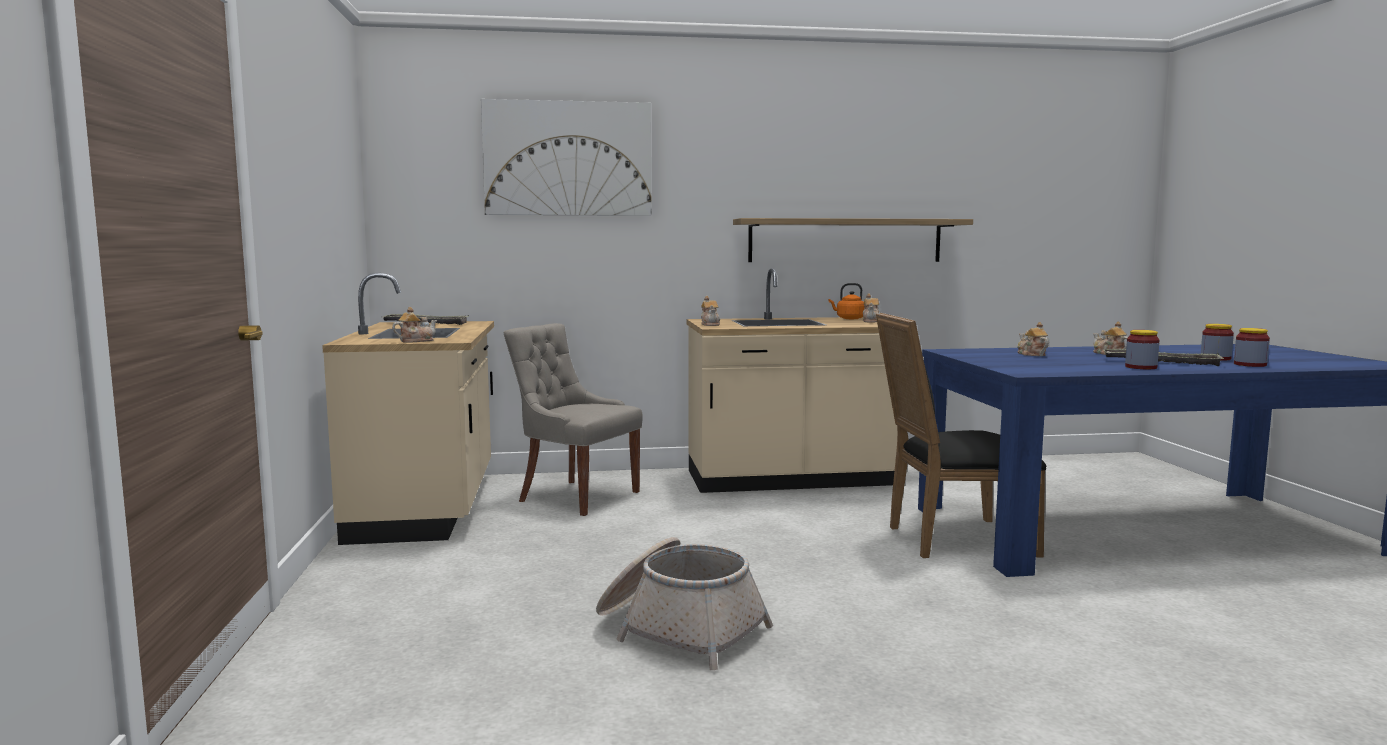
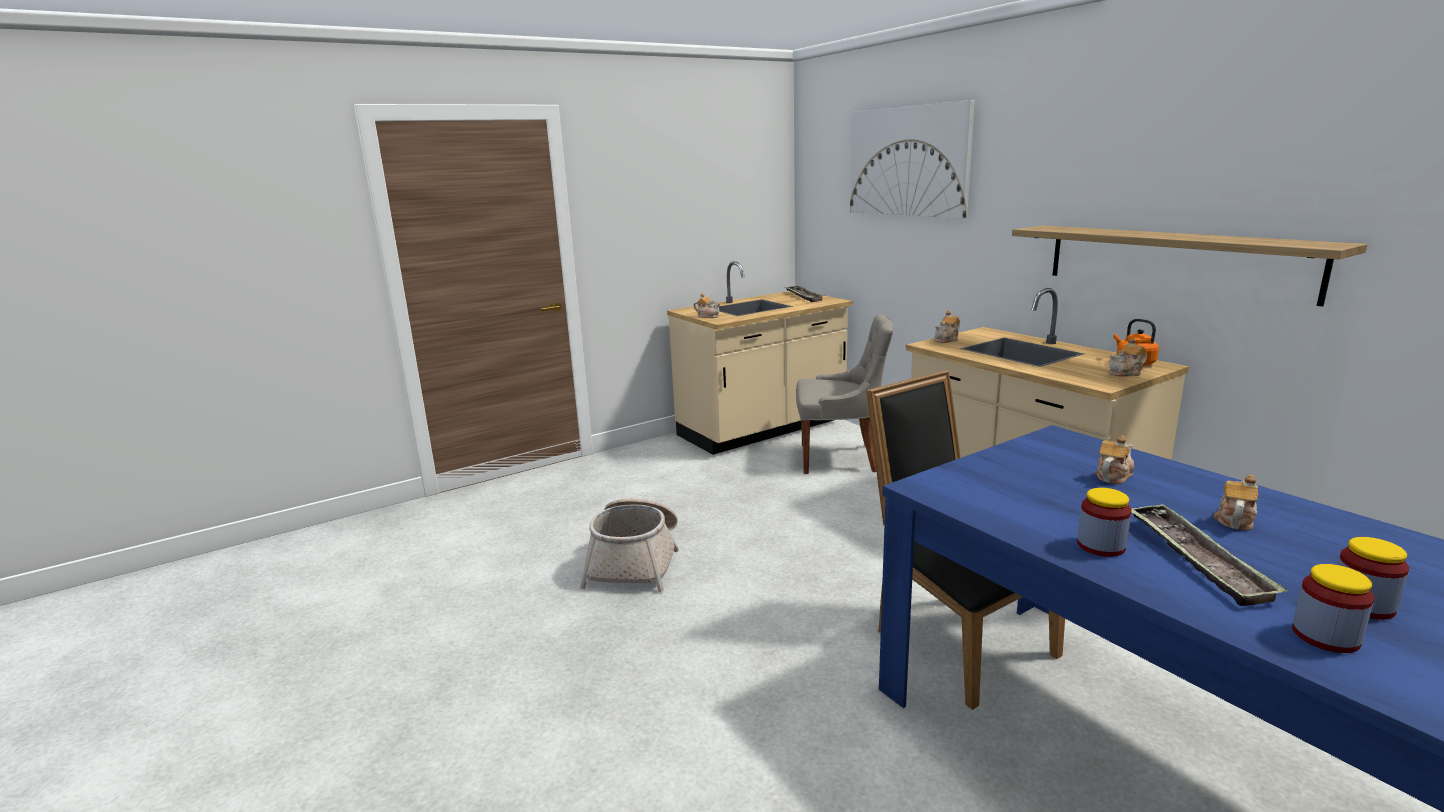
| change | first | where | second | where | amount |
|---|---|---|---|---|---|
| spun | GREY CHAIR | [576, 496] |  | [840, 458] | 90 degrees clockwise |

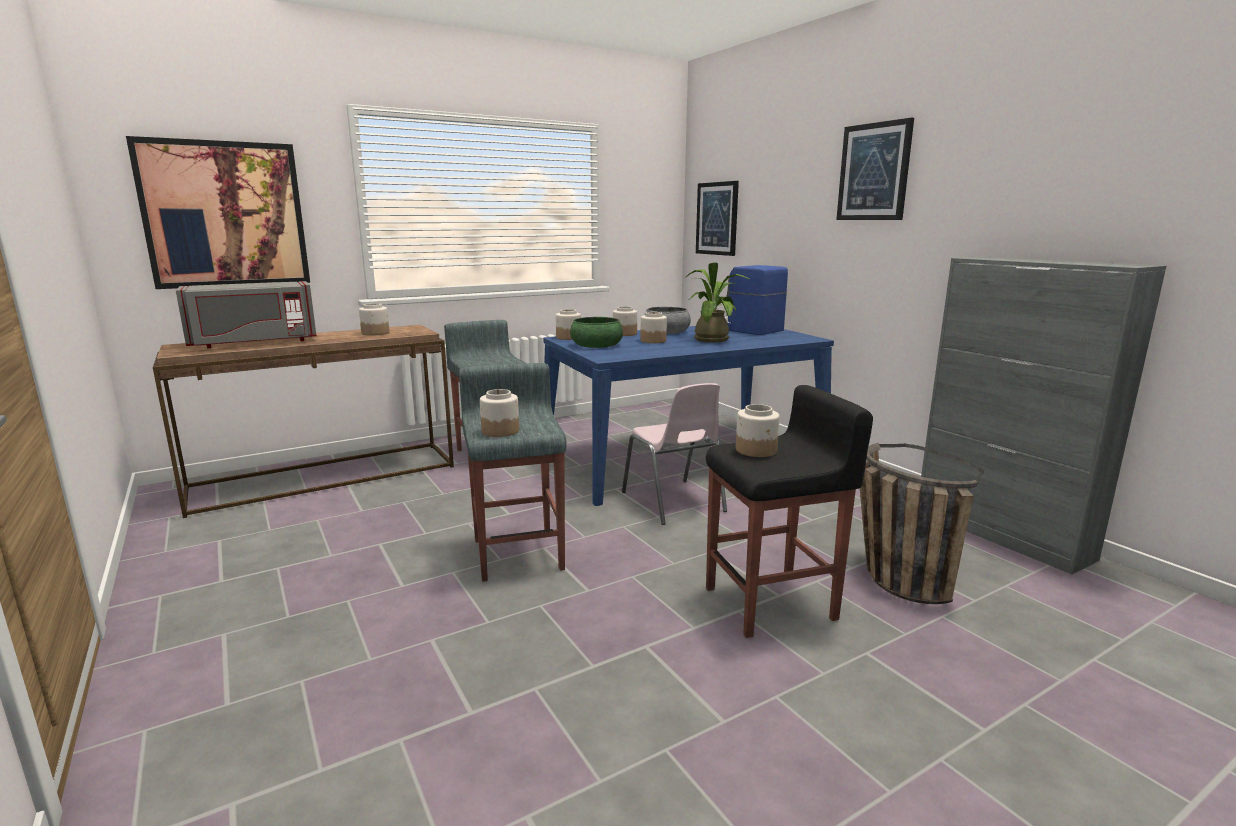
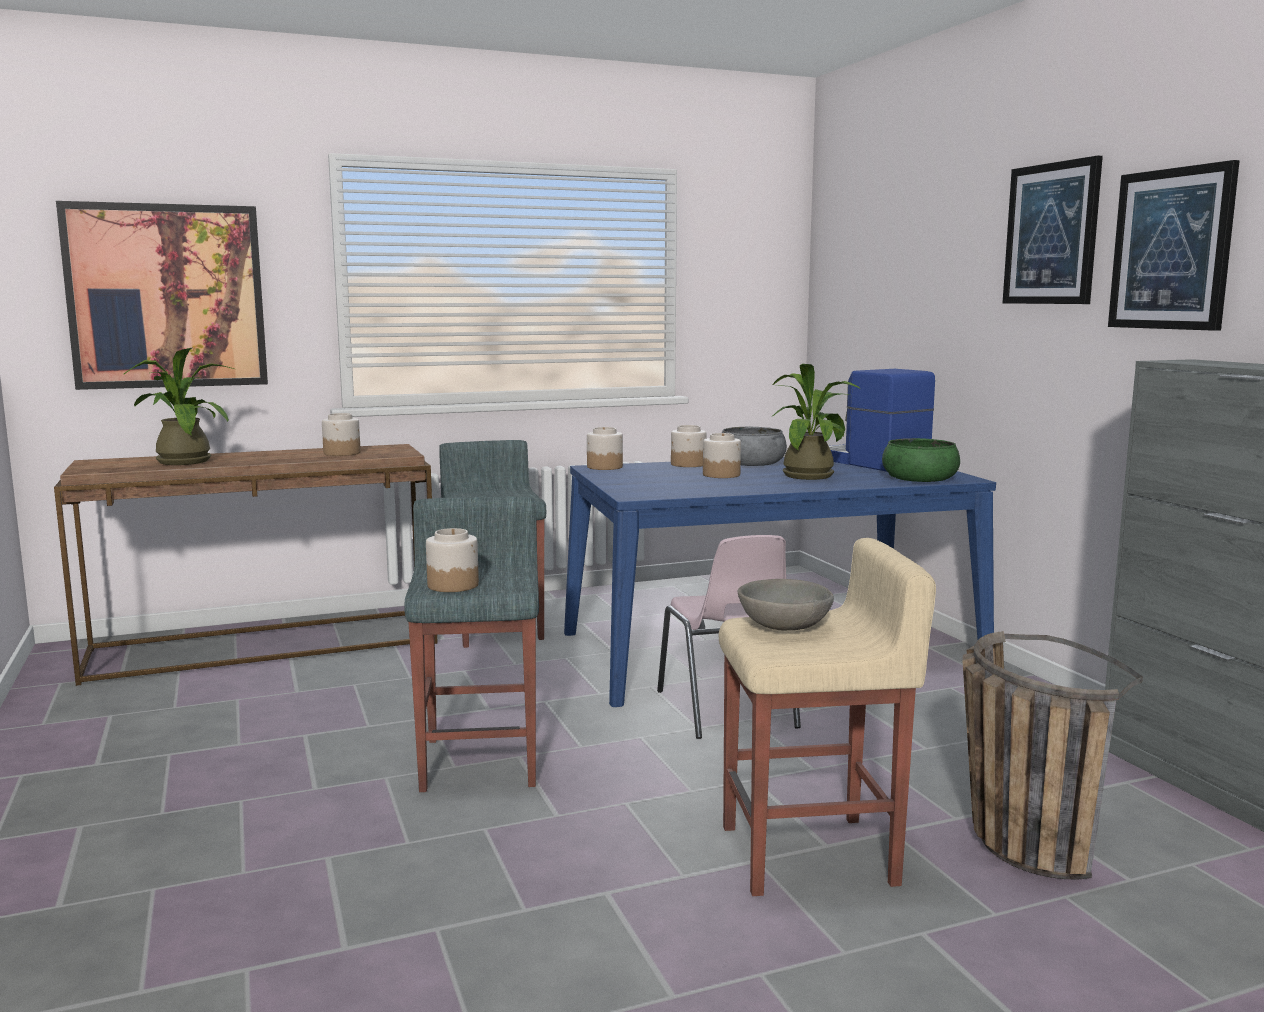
| change | first | where | second | where | amount |
|---|---|---|---|---|---|
| exchanged | GREY MICROWAVE | [254, 342] | POTTED PLANT | [184, 461] |  |
| colour | BLACK STOOL | [772, 603] | BEIGE STOOL | [811, 855] |  |
| exchanged | JAR | [756, 450] | GREY BOWL | [785, 627] |  |
| relocated | GREEN BOWL | [596, 345] |  | [919, 479] |  |
| relocated | PICTURE | [717, 218] |  | [1171, 249] |  |

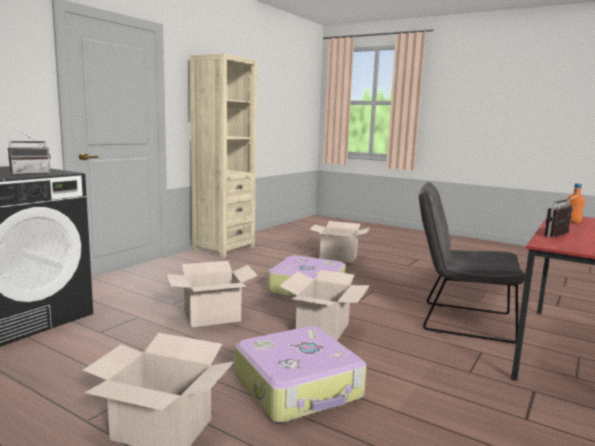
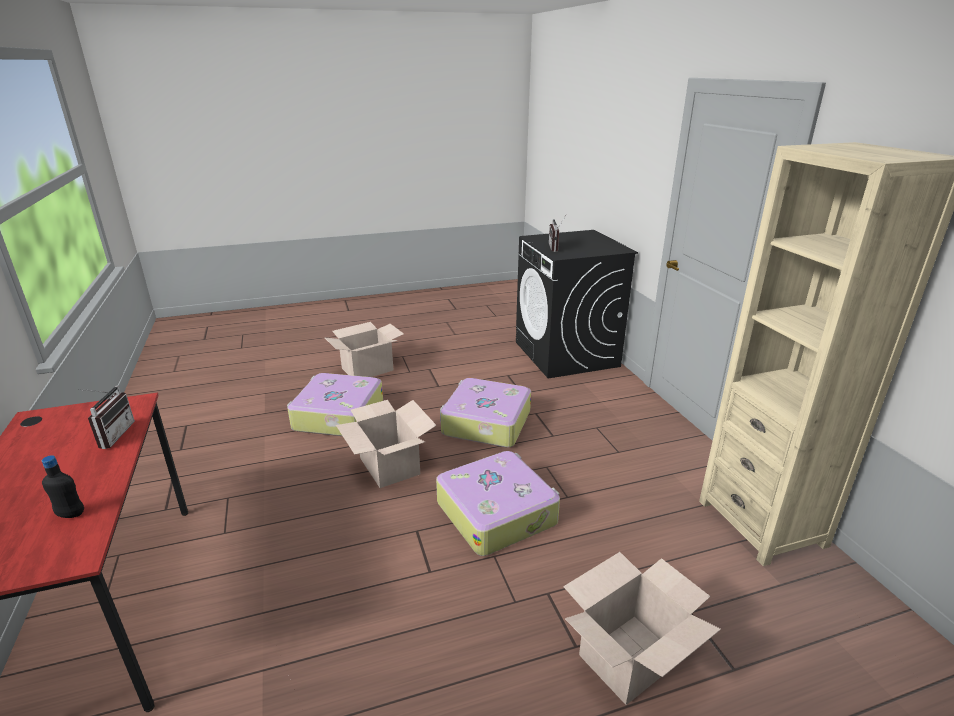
| change | first | where | second | where | amount |
|---|---|---|---|---|---|
| colour | ORANGE BOTTLE | [572, 222] | BLACK BOTTLE | [71, 514] |  |
| exchanged | CARDBOARD BOX | [212, 316] | SUITCASE | [485, 423] |  |
| missing | GREY CHAIR | [459, 320] |  |  |  |

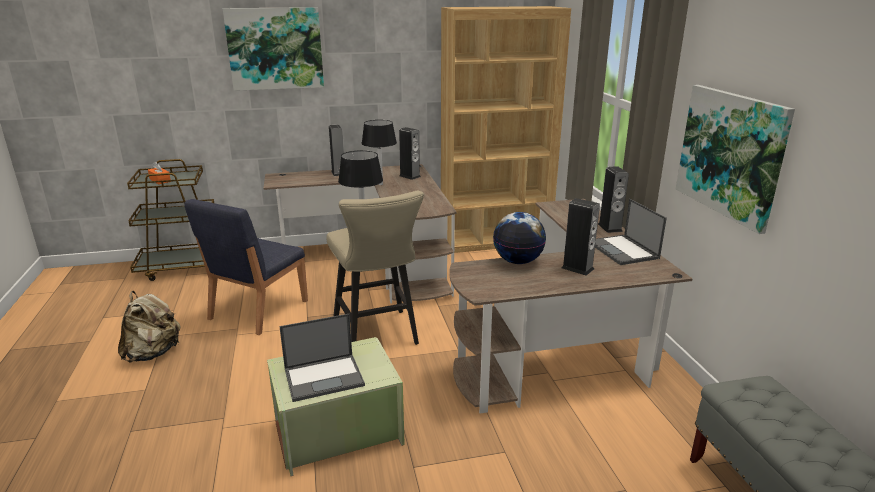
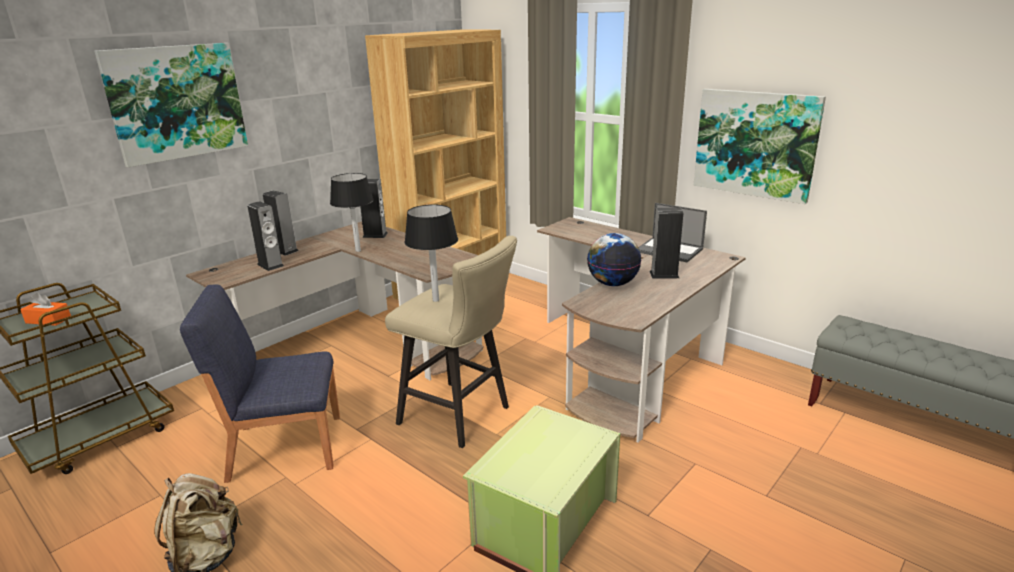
| change | first | where | second | where | amount |
|---|---|---|---|---|---|
| spun | BLUE CHAIR | [257, 310] |  | [284, 447] | 90 degrees clockwise |
| relocated | SPEAKER | [610, 227] |  | [270, 265] |  |
| missing | LAPTOP | [325, 377] |  |  |  |

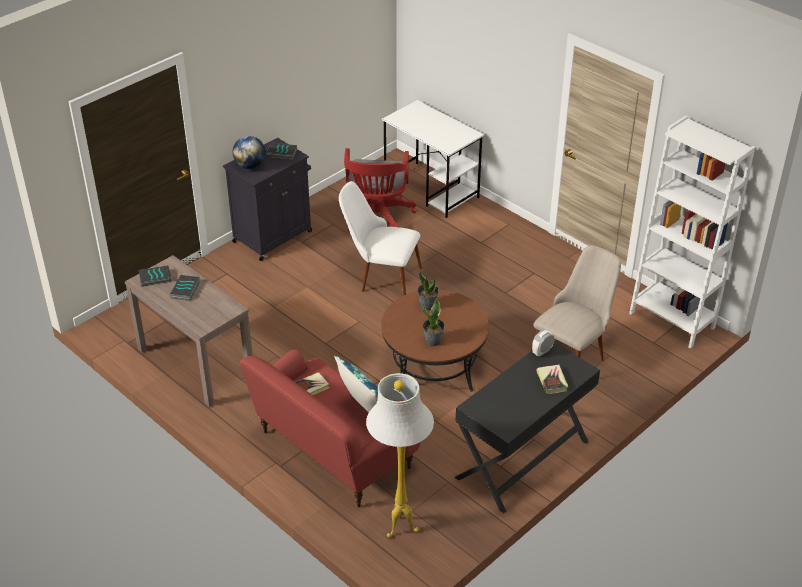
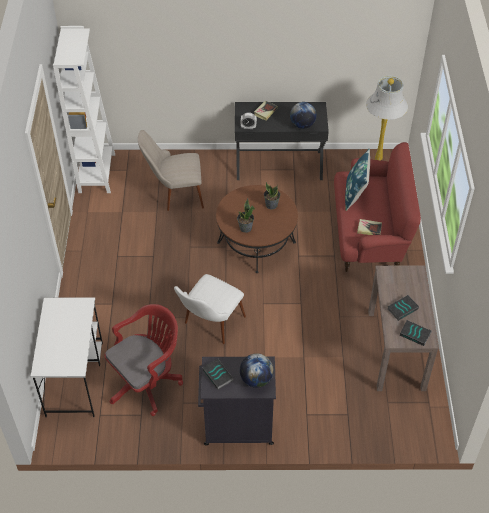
| change | first | where | second | where | amount |
|---|---|---|---|---|---|
| spun | WHITE CHAIR | [380, 277] |  | [209, 327] | 60 degrees clockwise |
| appeared |  |  | GLOBE | [302, 125] |  |

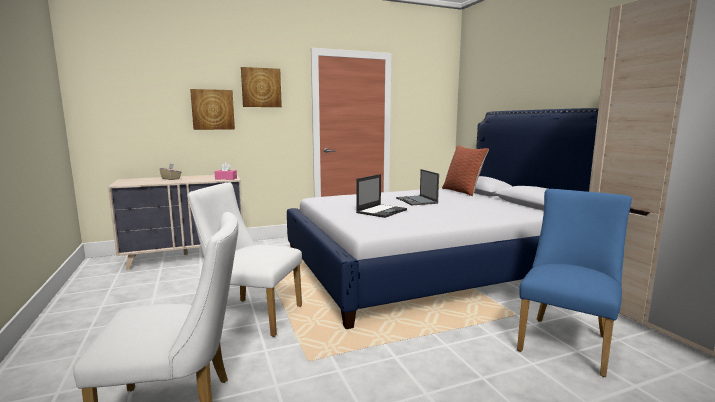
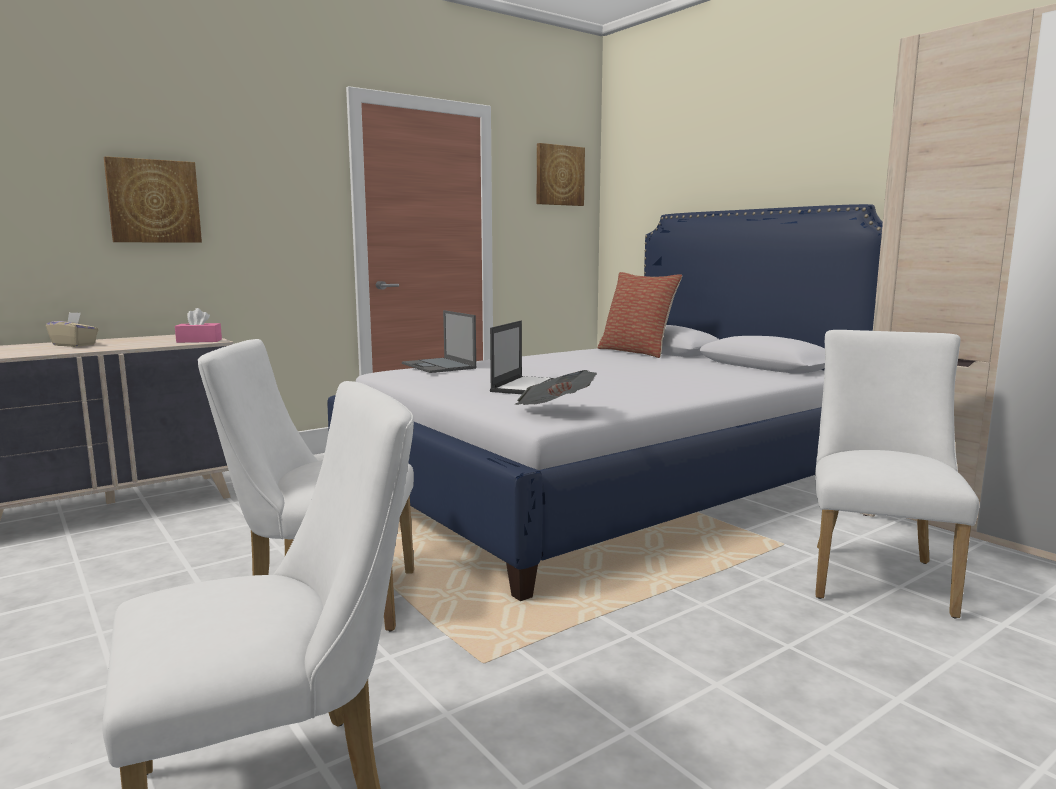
| change | first | where | second | where | amount |
|---|---|---|---|---|---|
| relocated | LAPTOP | [417, 201] |  | [439, 366] |  |
| appeared |  |  | NEWSPAPER | [555, 411] |  |
| relocated | PICTURE | [261, 87] |  | [559, 175] |  |
| colour | BLUE CHAIR | [566, 341] | WHITE CHAIR | [877, 574] |  |

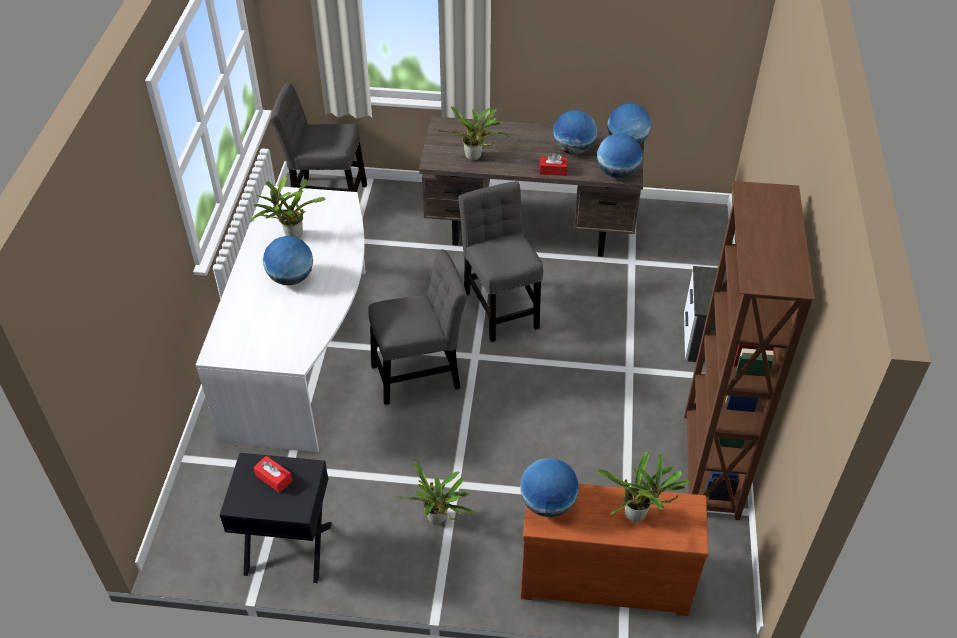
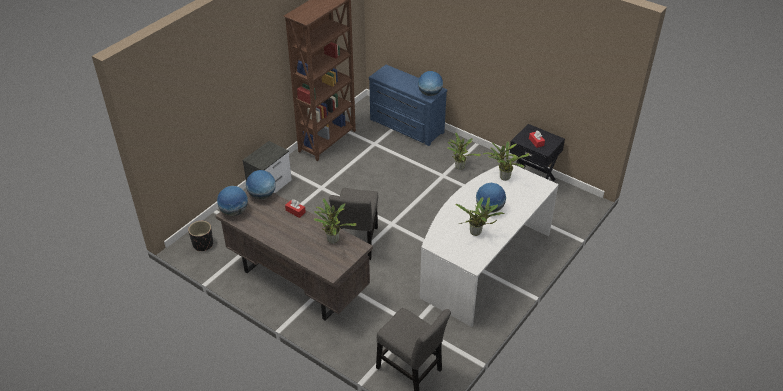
| change | first | where | second | where | amount |
|---|---|---|---|---|---|
| appeared |  |  | BLACK PLANTER | [203, 244] |  |
| colour | BROWN DRESSER | [605, 575] | BLUE DRESSER | [405, 127] |  |
| relocated | POTTED PLANT | [638, 515] |  | [503, 177] |  |
| missing | GREY CHAIR | [420, 374] |  |  |  |
| missing | GLOBE | [573, 149] |  |  |  |

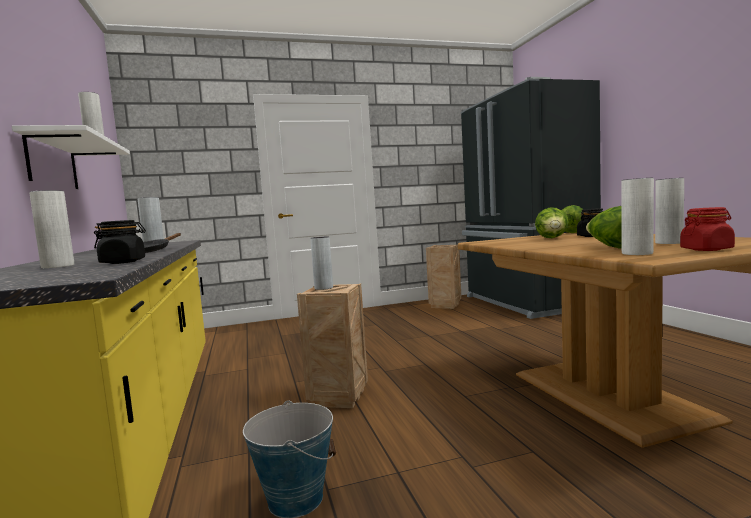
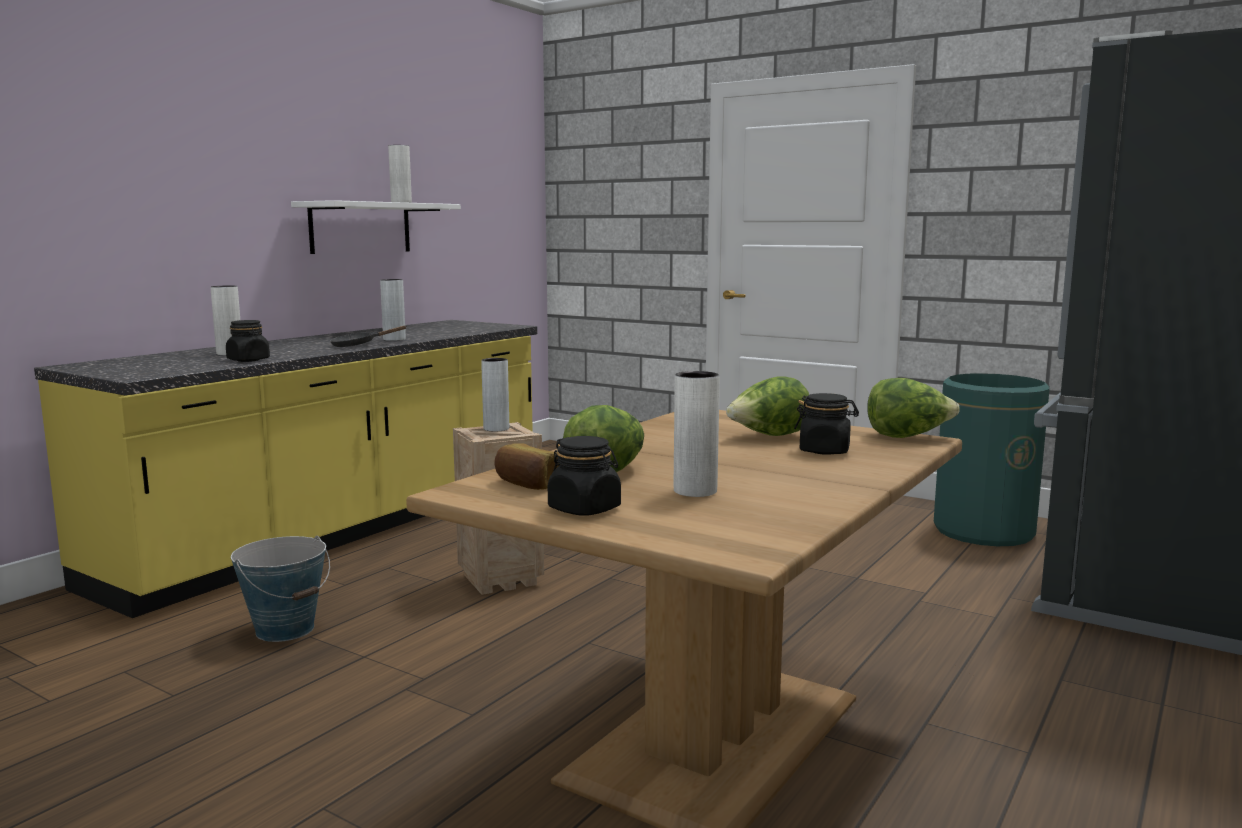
| change | first | where | second | where | amount |
|---|---|---|---|---|---|
| exchanged | WHITE VASE | [637, 253] | BREAD | [526, 484] |  |
| colour | RED JAR | [706, 249] | BLACK JAR | [585, 509] |  |
| exchanged | CRATE | [445, 305] | GREEN TRASH CAN | [983, 531] |  |

